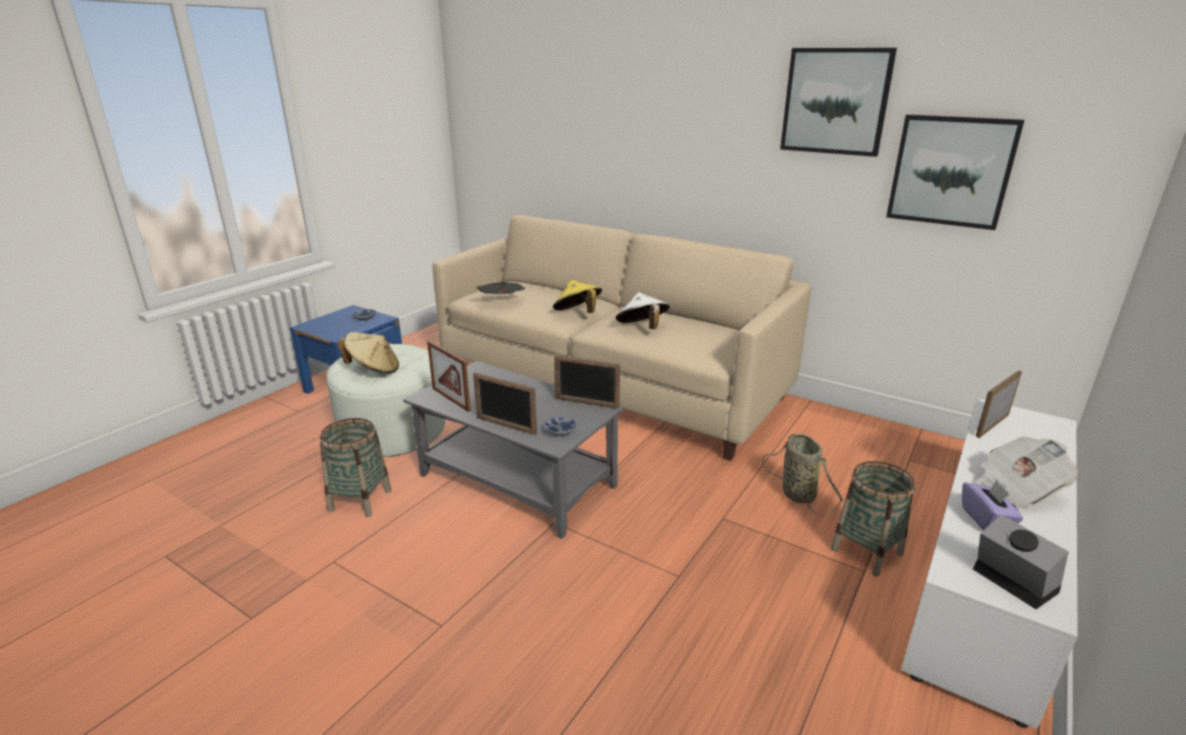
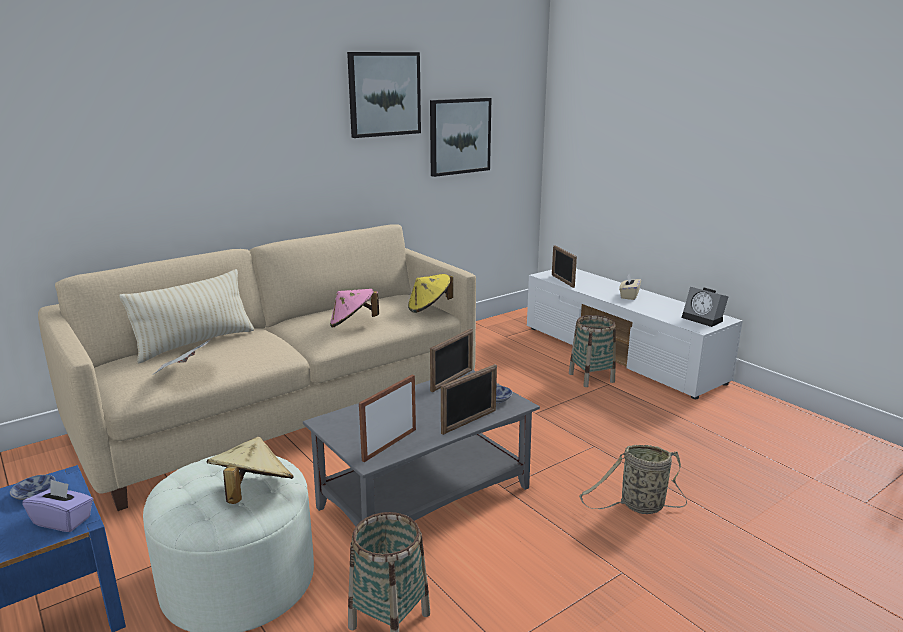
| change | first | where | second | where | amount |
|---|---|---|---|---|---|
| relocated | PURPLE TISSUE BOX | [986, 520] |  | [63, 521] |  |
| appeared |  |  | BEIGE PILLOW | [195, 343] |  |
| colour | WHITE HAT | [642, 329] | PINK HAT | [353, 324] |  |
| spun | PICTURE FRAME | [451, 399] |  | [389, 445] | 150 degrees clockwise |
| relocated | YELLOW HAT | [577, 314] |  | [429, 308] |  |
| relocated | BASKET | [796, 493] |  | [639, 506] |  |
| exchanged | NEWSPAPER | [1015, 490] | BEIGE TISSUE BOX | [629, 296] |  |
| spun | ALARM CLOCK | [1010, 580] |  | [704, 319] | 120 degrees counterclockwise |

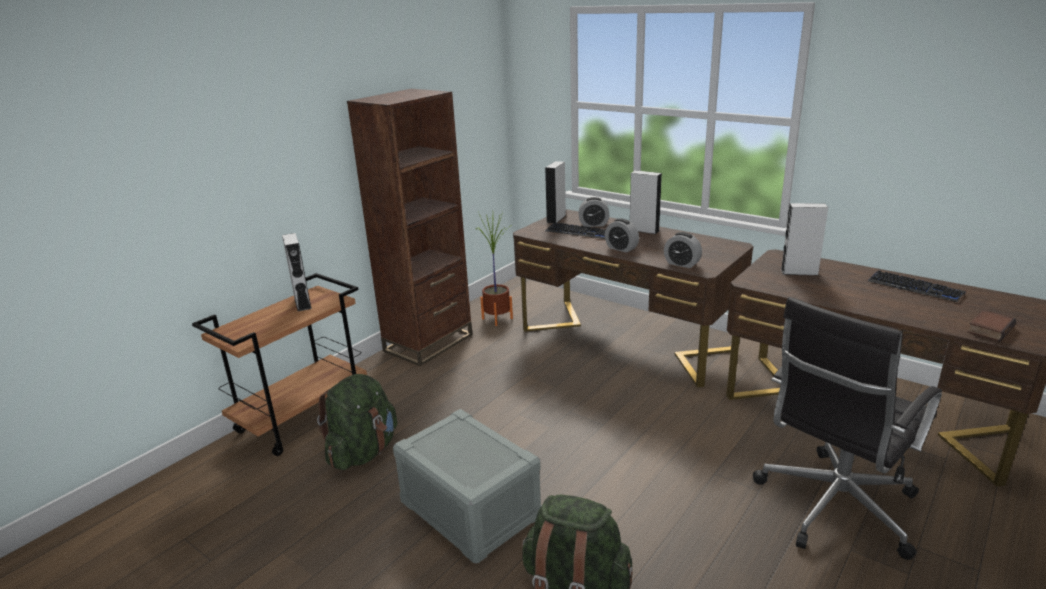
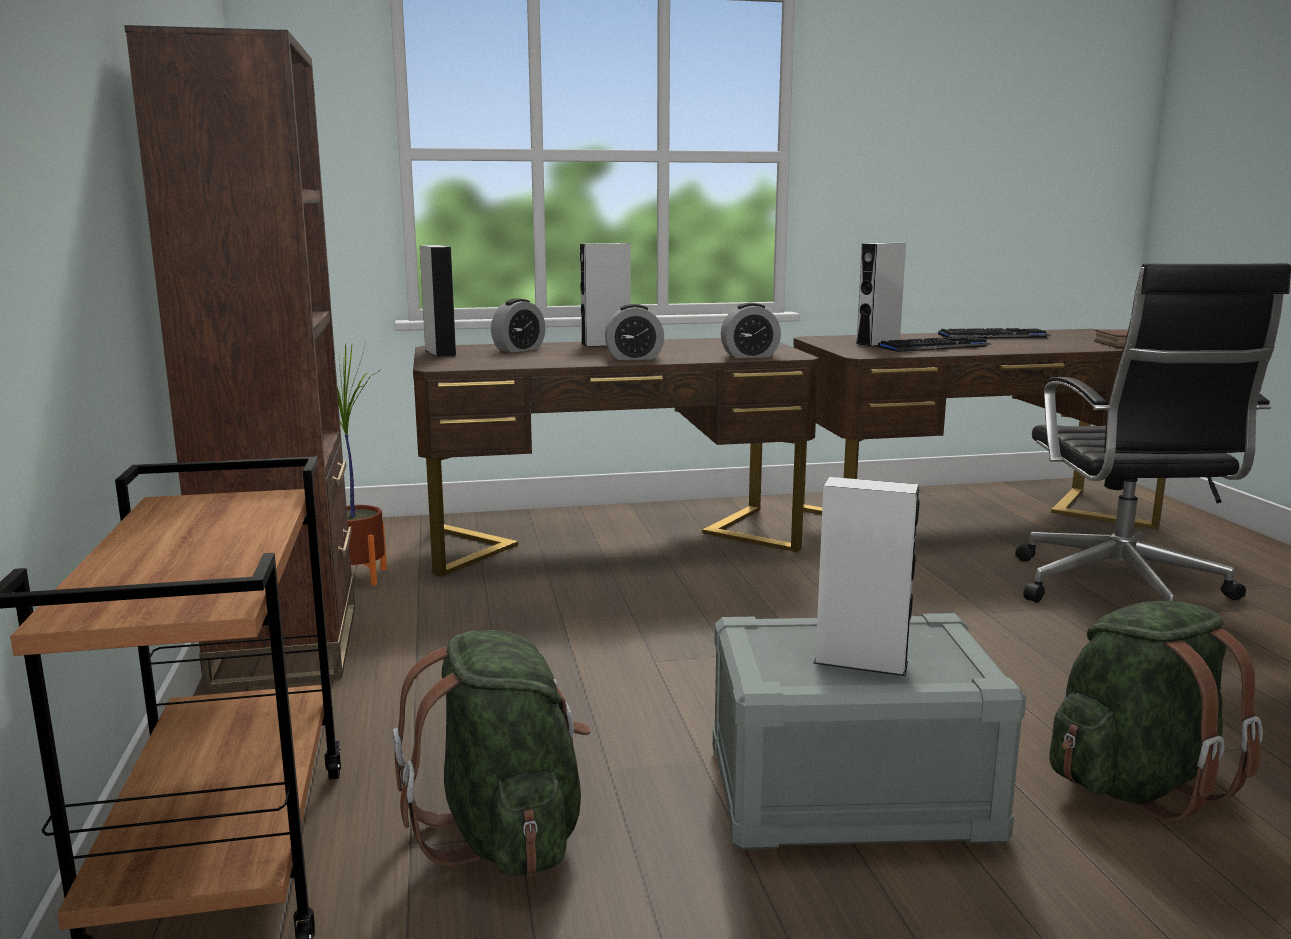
| change | first | where | second | where | amount |
|---|---|---|---|---|---|
| relocated | GREY SPEAKER | [302, 303] |  | [861, 662] |  |
| relocated | KEYBOARD | [578, 232] |  | [934, 347] |  |

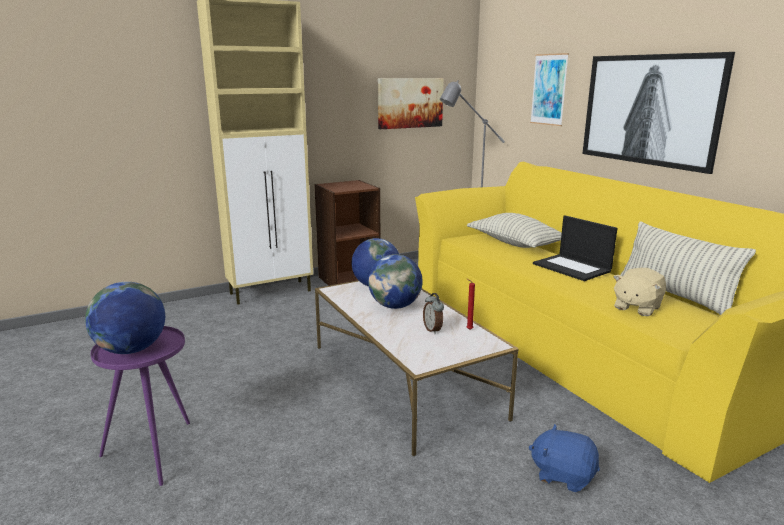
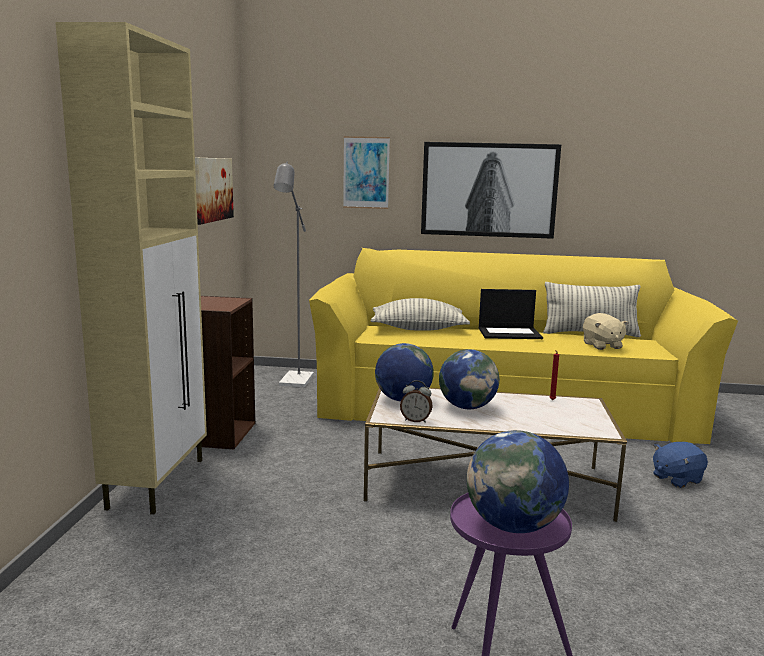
| change | first | where | second | where | amount |
|---|---|---|---|---|---|
| relocated | ALARM CLOCK | [433, 330] |  | [415, 420] |  |

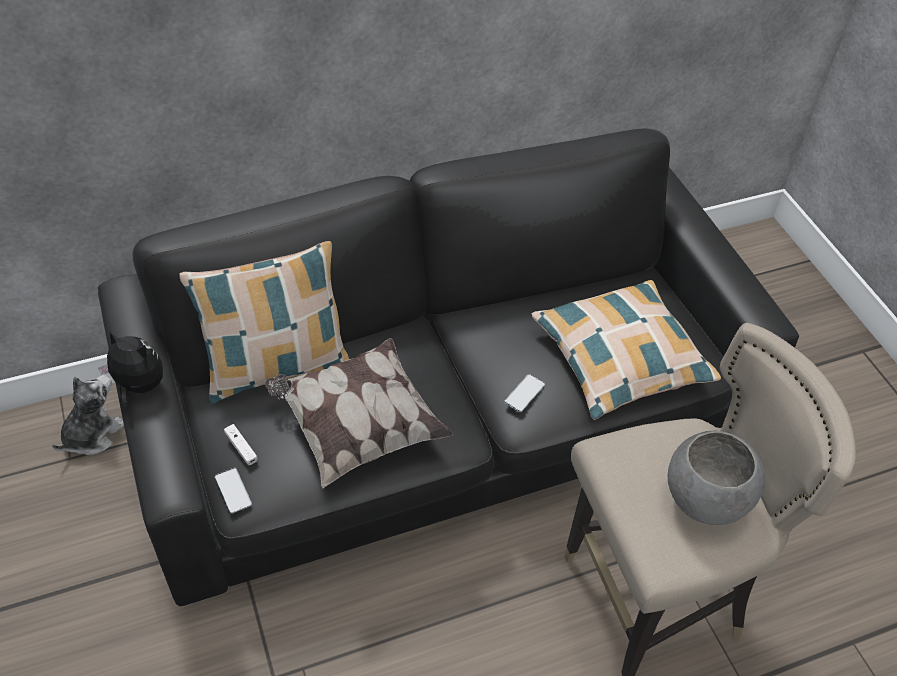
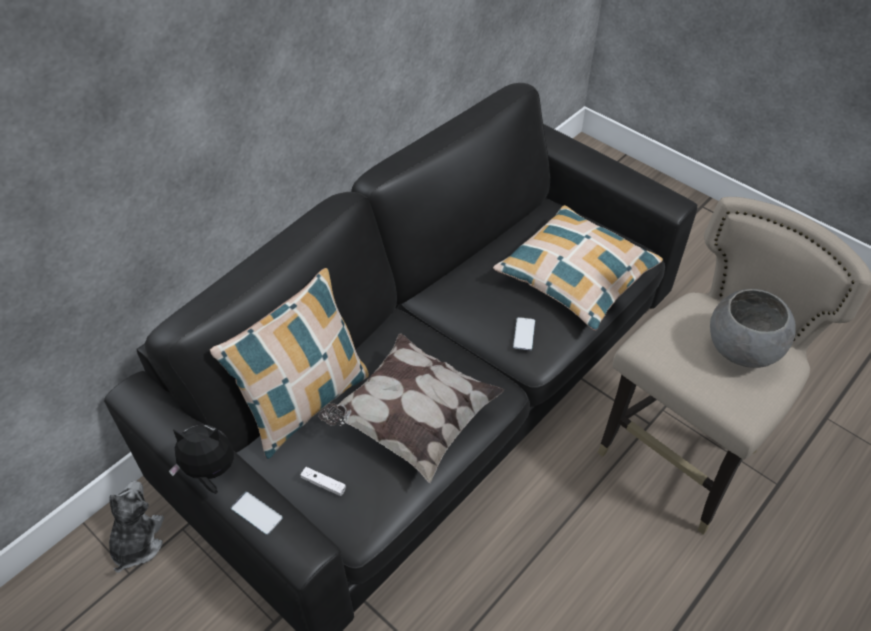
| change | first | where | second | where | amount |
|---|---|---|---|---|---|
| relocated | PHONE | [233, 490] |  | [256, 513] |  |

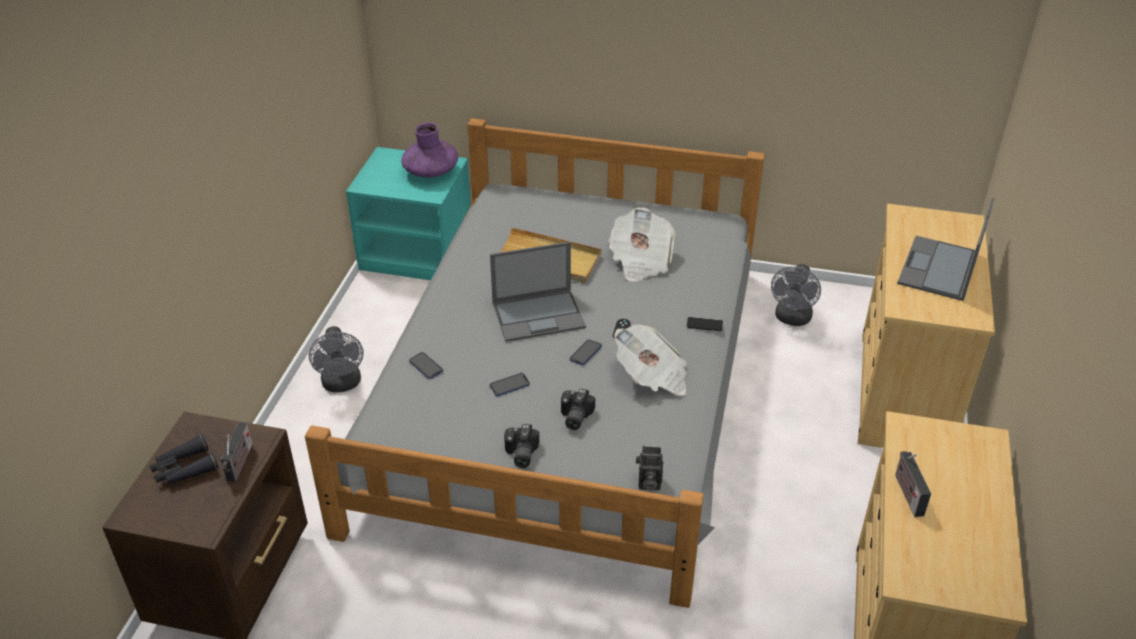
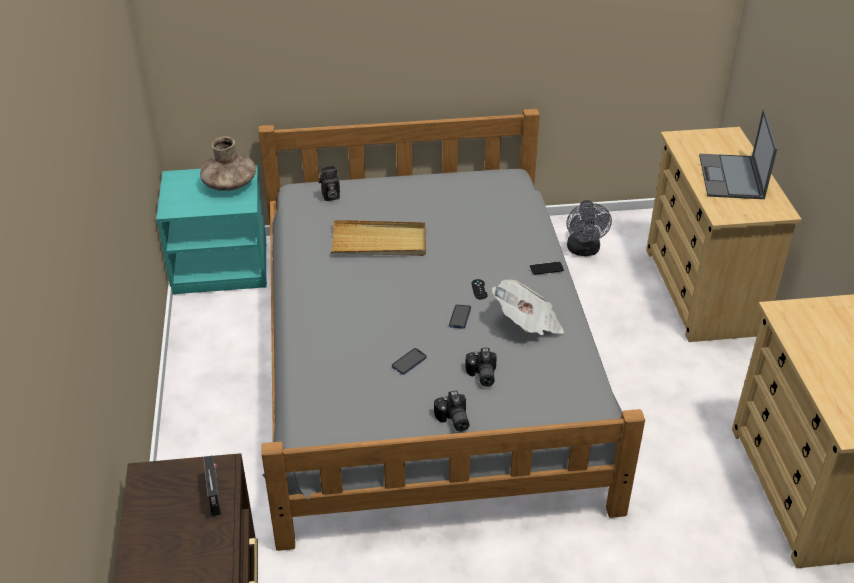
| change | first | where | second | where | amount |
|---|---|---|---|---|---|
| colour | PURPLE VASE | [430, 172] | BROWN VASE | [229, 184] |  |
| relocated | PHOTO CAMERA | [648, 483] |  | [330, 196] |  |
| missing | BLACK BINOCULARS | [184, 469] |  |  |  |
| missing | GREY FAN | [342, 384] |  |  |  |
| missing | PHONE | [426, 366] |  |  |  |
| missing | LAPTOP | [539, 315] |  |  |  |
| missing | NEWSPAPER | [640, 261] |  |  |  |
| missing | RADIO | [907, 493] |  |  |  |

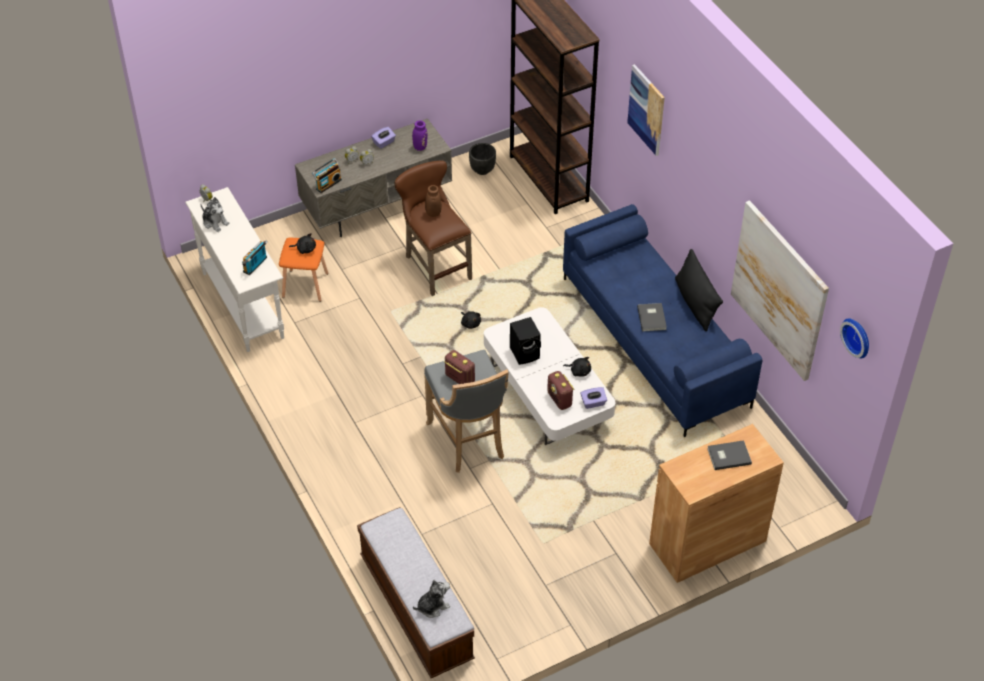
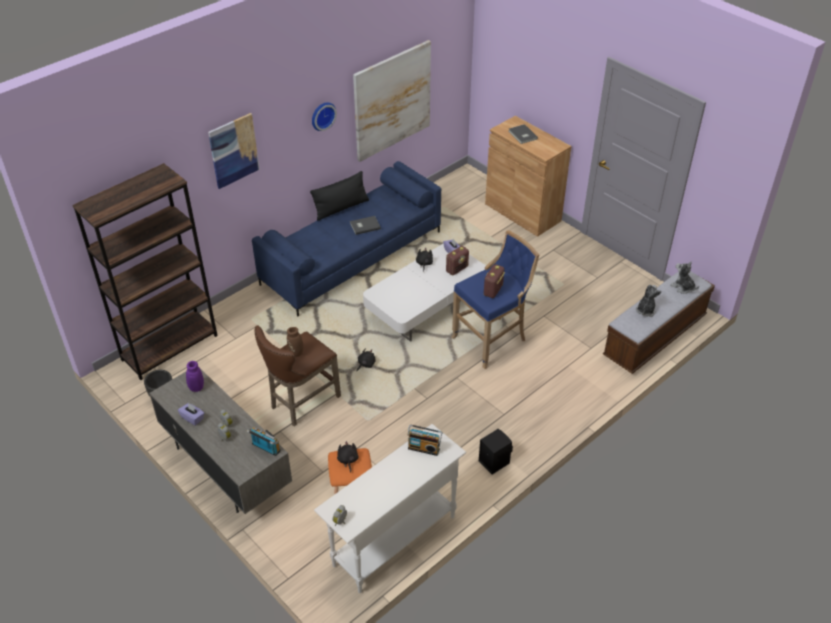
| change | first | where | second | where | amount |
|---|---|---|---|---|---|
| relocated | WALL CLOCK | [858, 337] |  | [322, 115] |  |
| colour | GREY STOOL | [469, 441] | BLUE STOOL | [492, 340] |  |
| relocated | BLACK SPEAKER | [525, 353] |  | [493, 461] |  |
| relocated | PLUSH TOY | [215, 222] |  | [645, 310] |  |

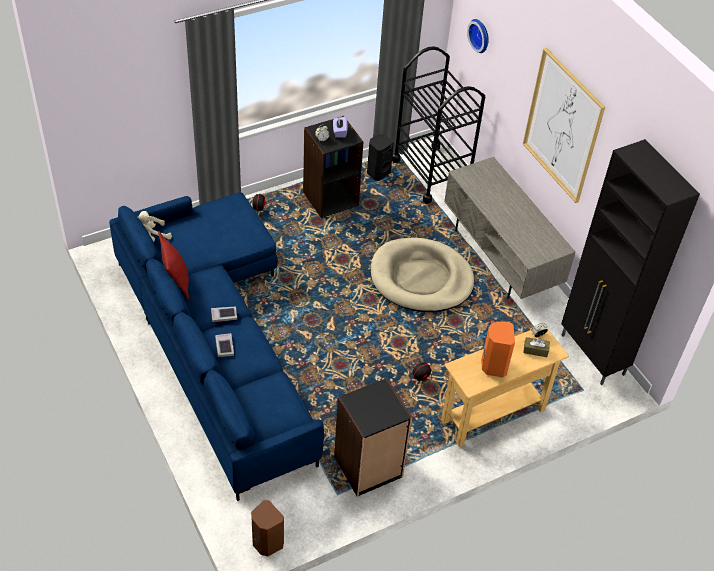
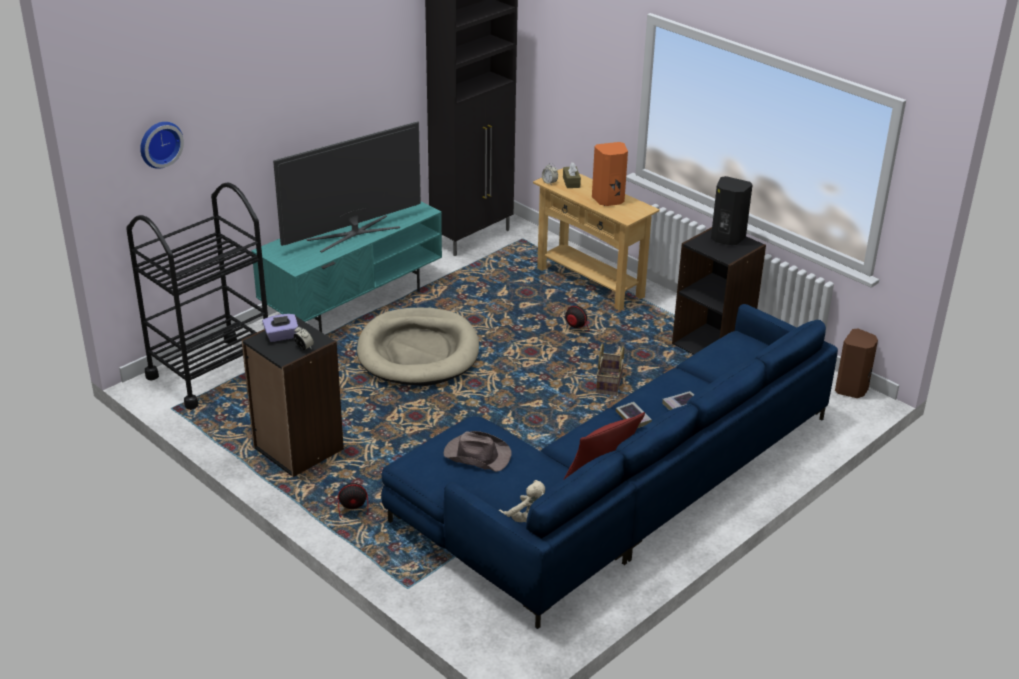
| change | first | where | second | where | amount |
|---|---|---|---|---|---|
| colour | GREY TV STAND | [501, 257] | TURQUOISE TV STAND | [353, 303] |  |
| appeared |  |  | TELEVISION | [354, 233] |  |
| appeared |  |  | BROWN HAT | [476, 455] |  |
| appeared |  |  | BASKET | [609, 385] |  |
| relocated | BLACK SPEAKER | [377, 172] |  | [726, 238] |  |
| missing | PICTURE | [562, 126] |  |  |  |

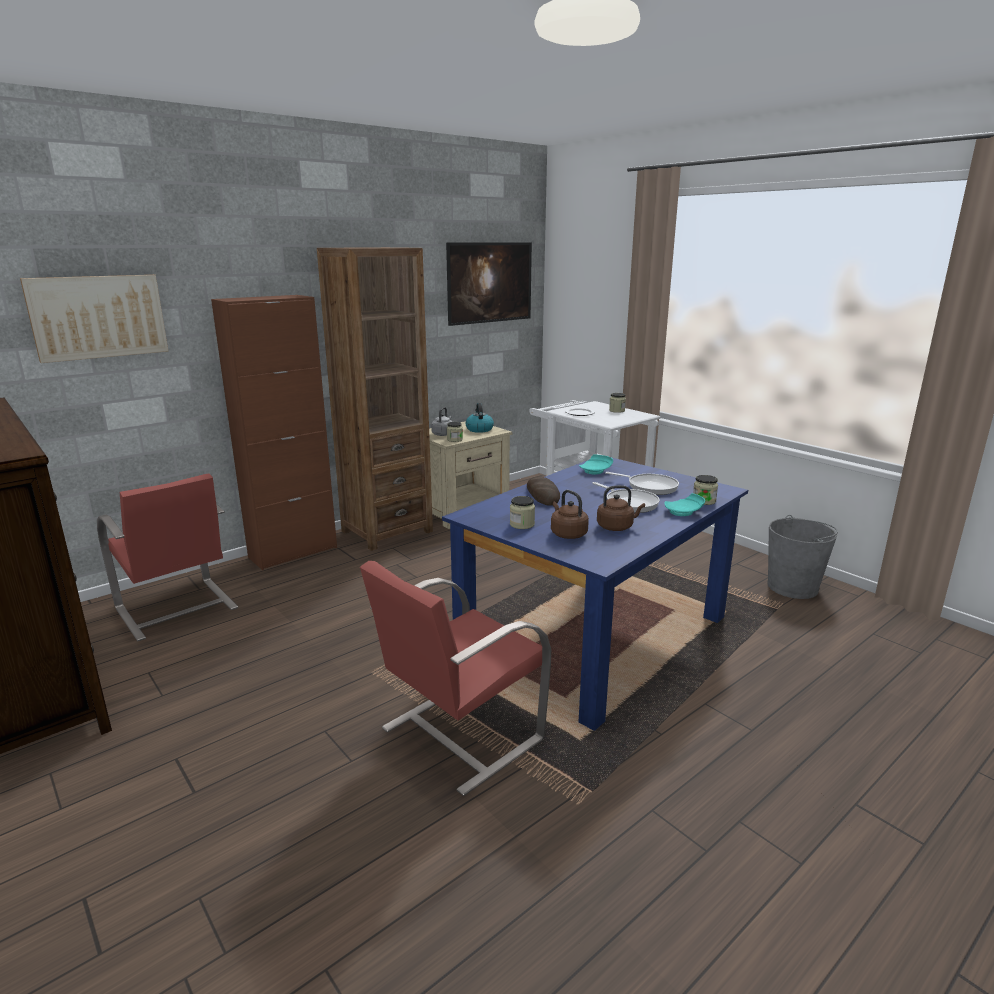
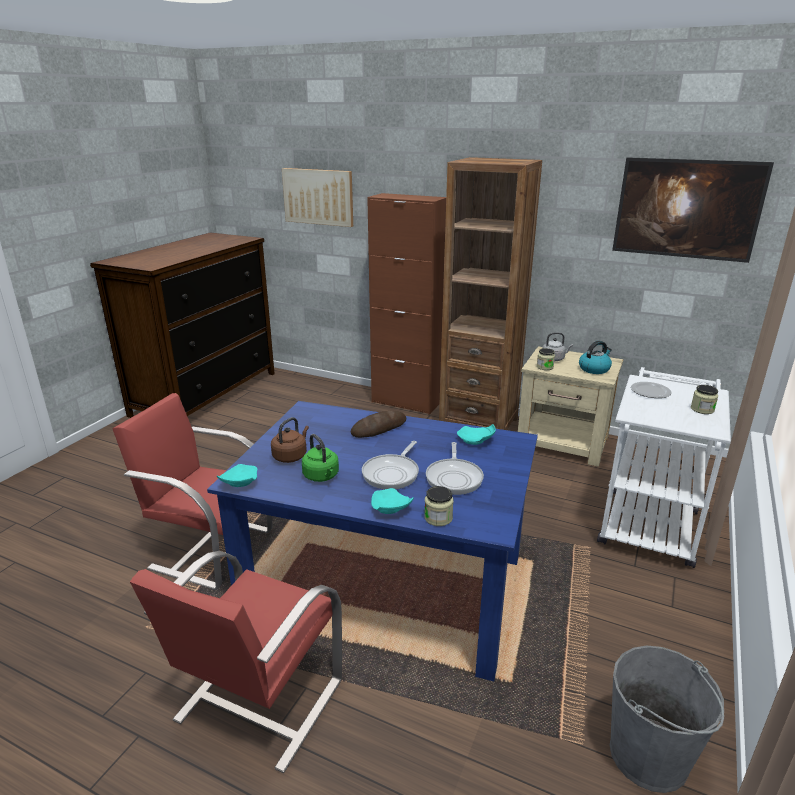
| change | first | where | second | where | amount |
|---|---|---|---|---|---|
| relocated | RED CHAIR | [176, 609] |  | [257, 701] |  |
| appeared |  |  | TURQUOISE PLATE | [239, 483] |  |
| colour | BROWN KETTLE | [617, 527] | GREEN KETTLE | [322, 476] |  |
| missing | JAR | [522, 524] |  |  |  |

